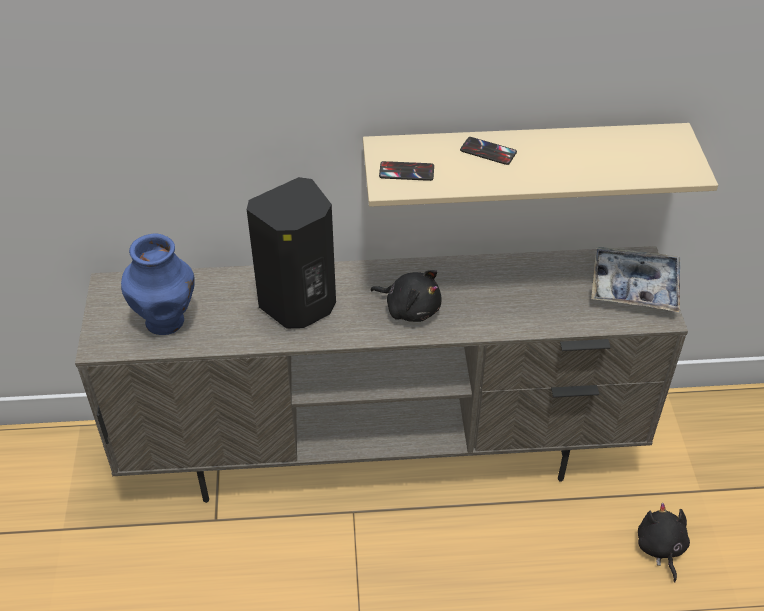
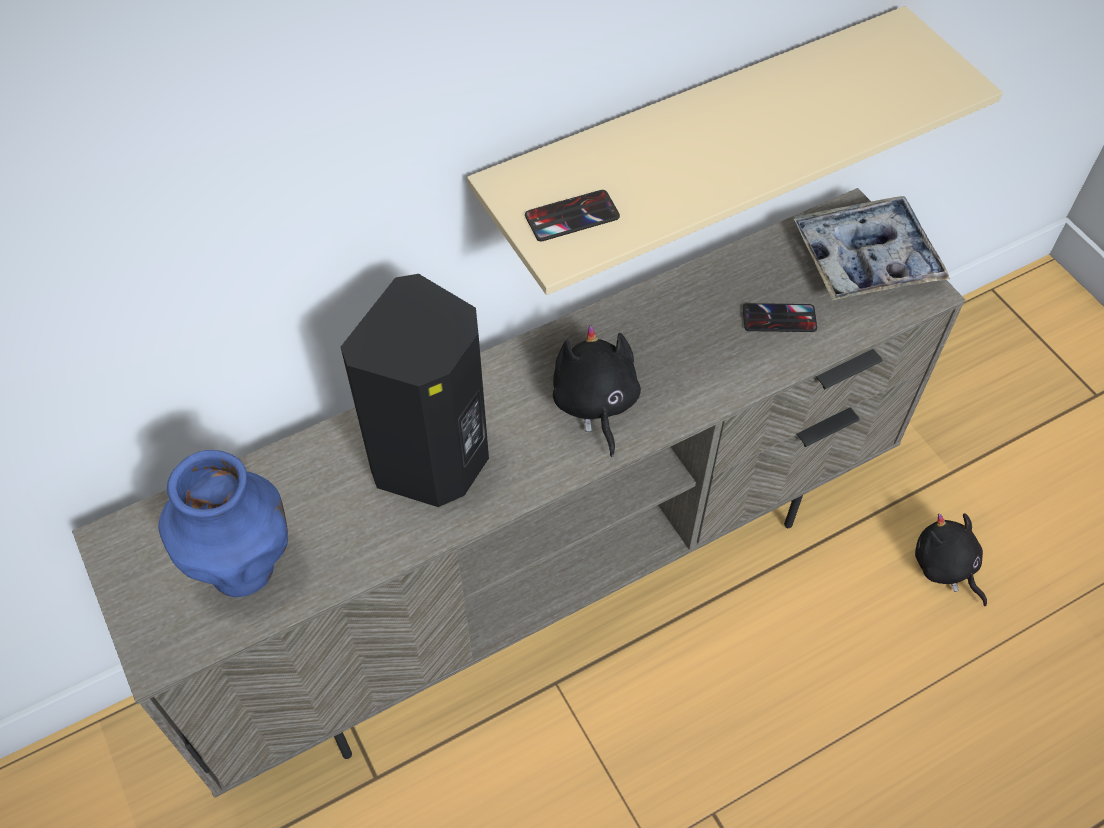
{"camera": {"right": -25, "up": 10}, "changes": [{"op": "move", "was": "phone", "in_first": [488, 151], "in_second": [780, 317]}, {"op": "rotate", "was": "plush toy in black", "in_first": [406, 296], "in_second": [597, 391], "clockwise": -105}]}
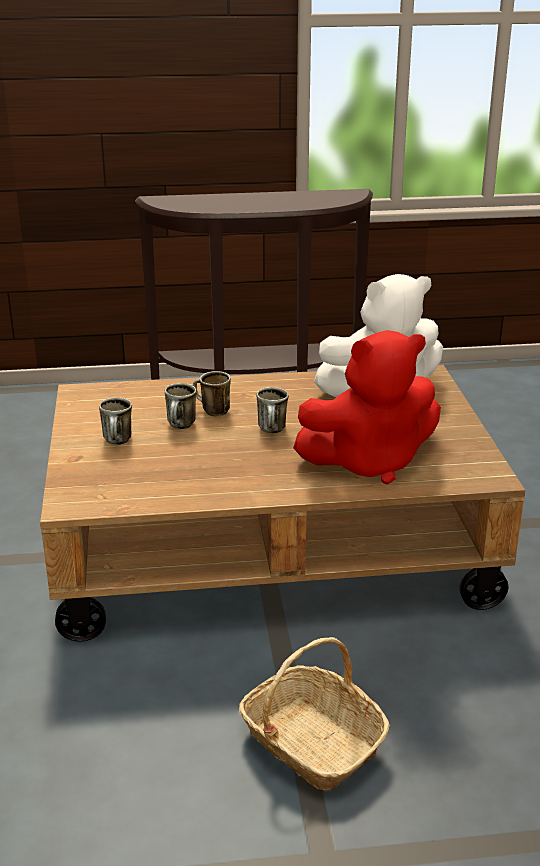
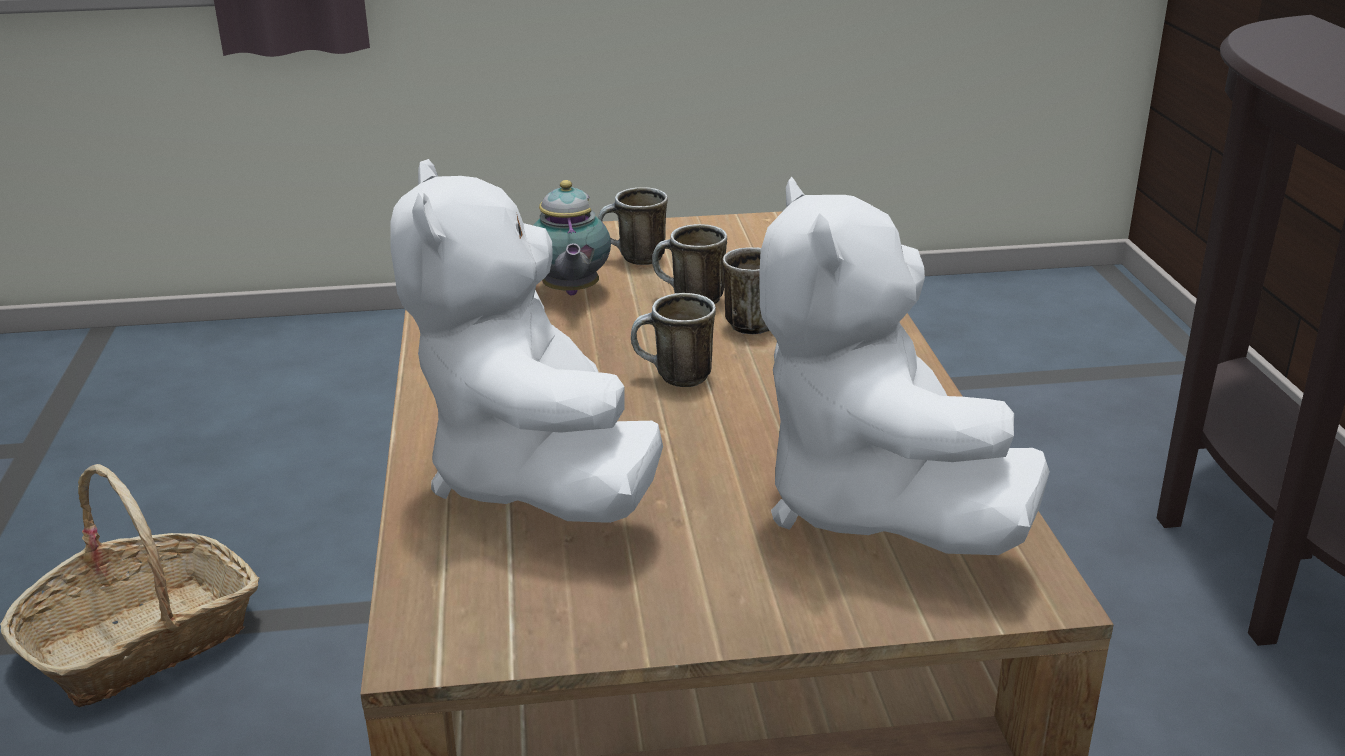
{"camera": {"right": 90, "up": 0}, "changes": [{"op": "insert", "now": "teapot", "in_second": [572, 237]}, {"op": "recolor", "was": "plush toy in red", "now": "plush toy in white", "in_first": [367, 407], "in_second": [526, 341]}]}
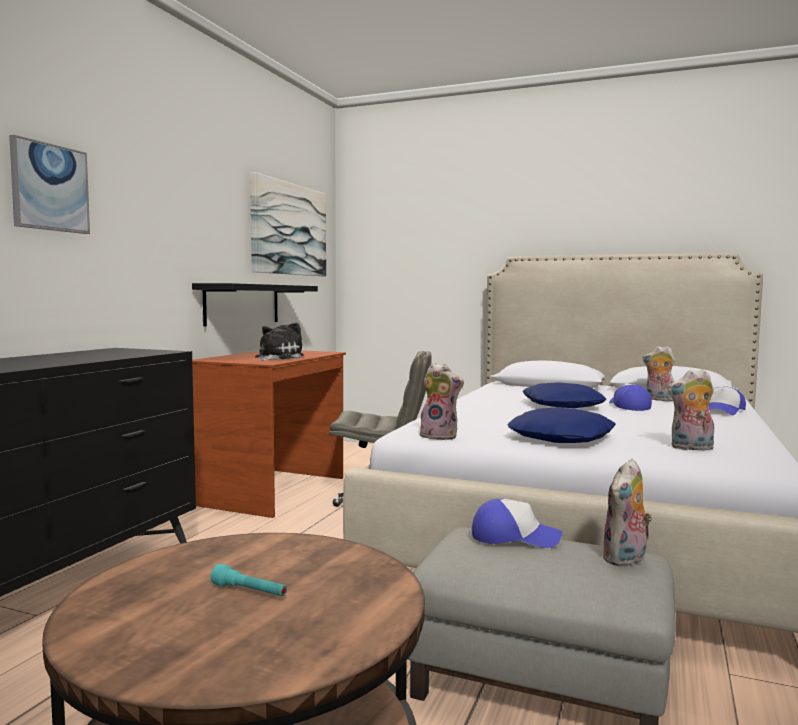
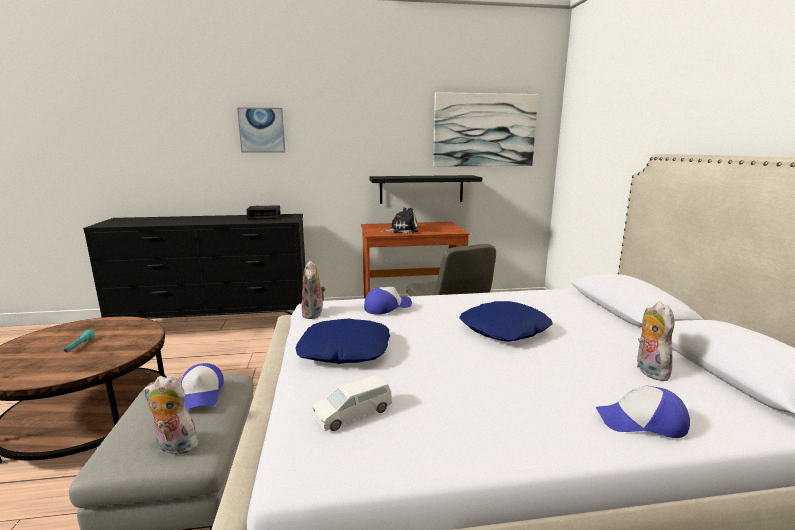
{"camera": {"right": 60, "up": 10}, "changes": [{"op": "insert", "now": "alarm clock", "in_second": [264, 212]}, {"op": "move", "was": "cap", "in_first": [630, 397], "in_second": [388, 301]}, {"op": "replace", "was": "plush toy", "now": "toy car in white", "in_first": [690, 409], "in_second": [352, 403]}]}
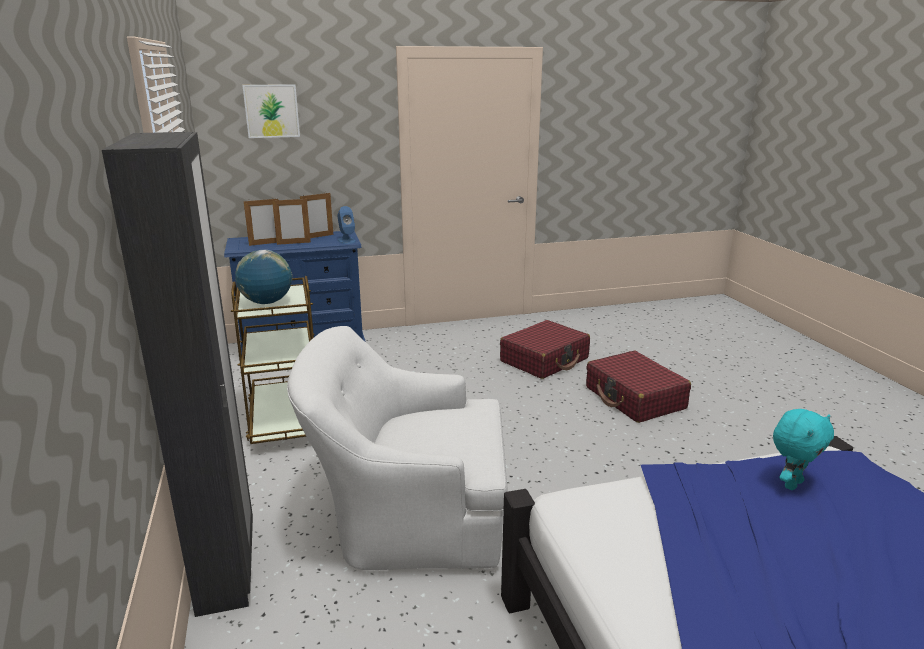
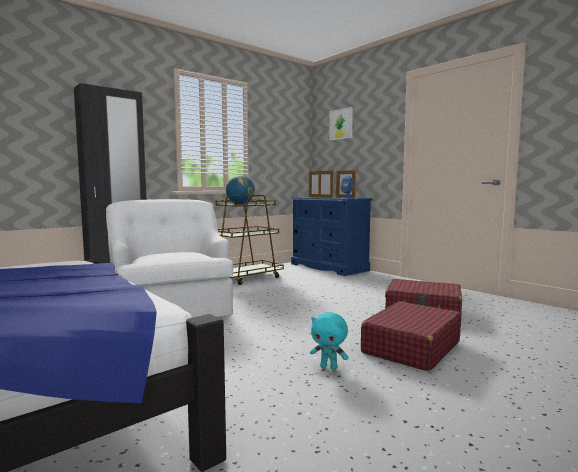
{"camera": {"right": 65, "up": -15}, "changes": [{"op": "move", "was": "plush toy in turquoise", "in_first": [803, 449], "in_second": [329, 341]}]}
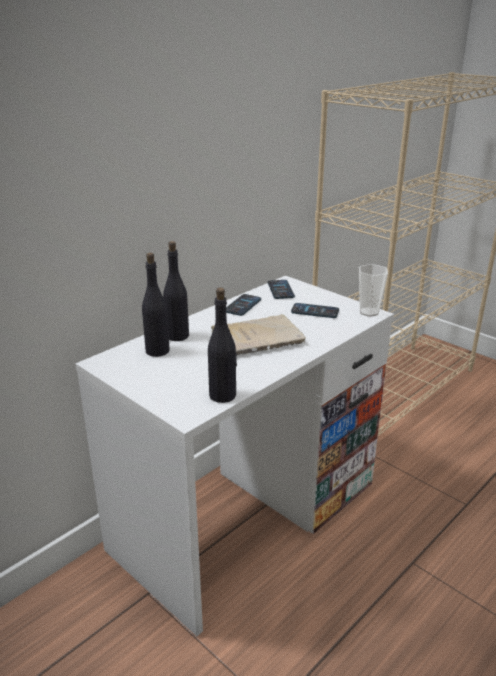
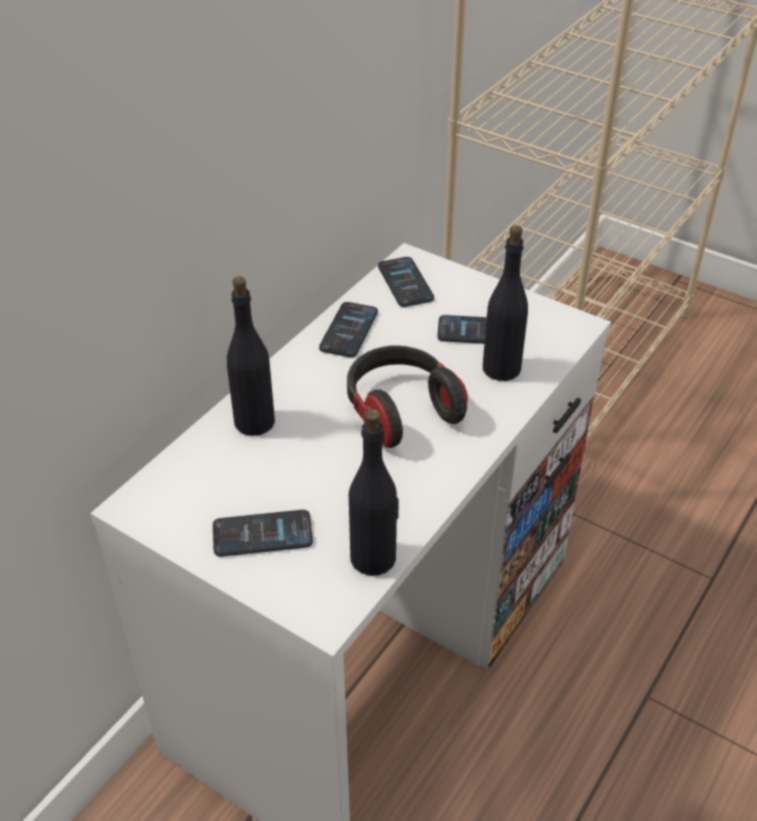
{"camera": {"right": -10, "up": 15}, "changes": [{"op": "delete", "was": "cup", "in_first": [373, 290]}, {"op": "insert", "now": "phone", "in_second": [263, 533]}, {"op": "move", "was": "bottle in black", "in_first": [156, 305], "in_second": [505, 303]}, {"op": "replace", "was": "book in beige", "now": "headphones", "in_first": [258, 335], "in_second": [407, 397]}]}
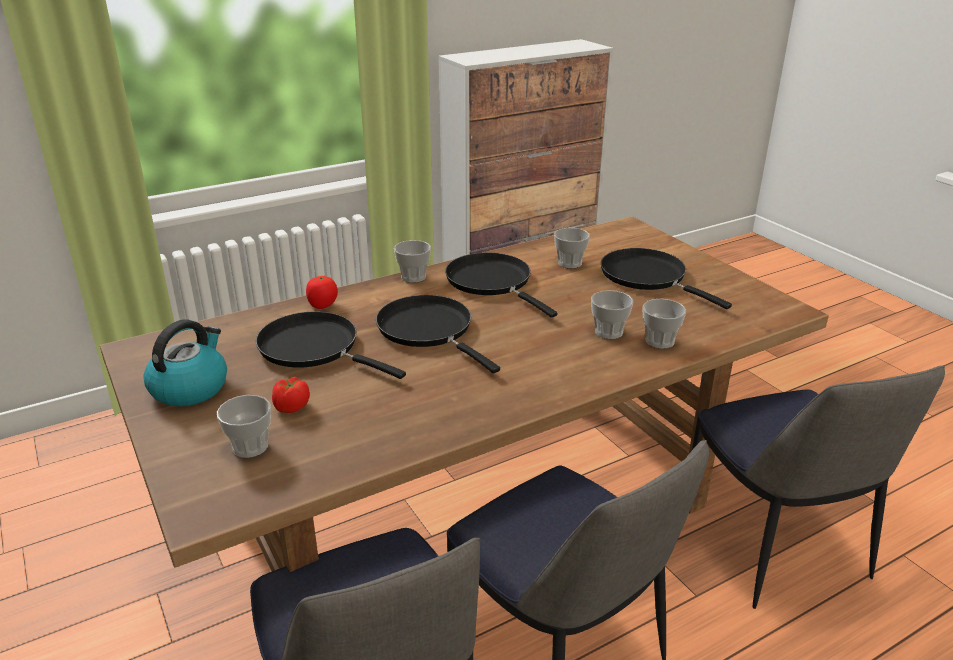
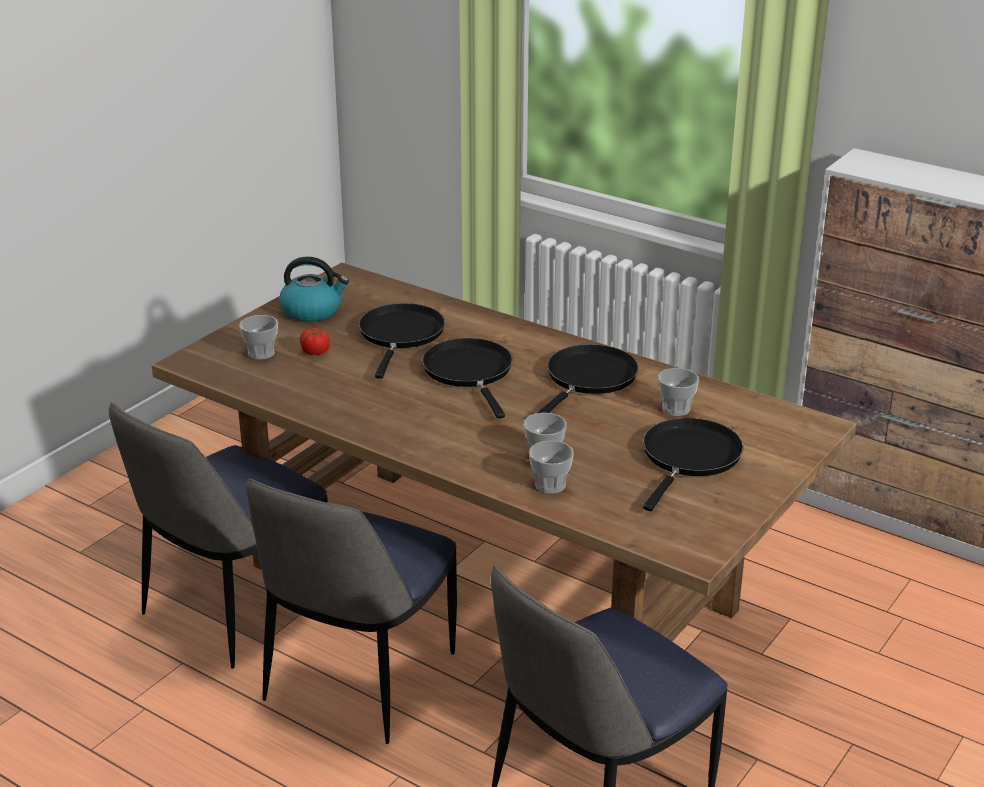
{"camera": {"right": 65, "up": 0}, "changes": [{"op": "delete", "was": "tomato", "in_first": [322, 292]}, {"op": "delete", "was": "cup", "in_first": [412, 261]}, {"op": "rotate", "was": "frying pan in black", "in_first": [438, 334], "in_second": [467, 378], "clockwise": -45}]}
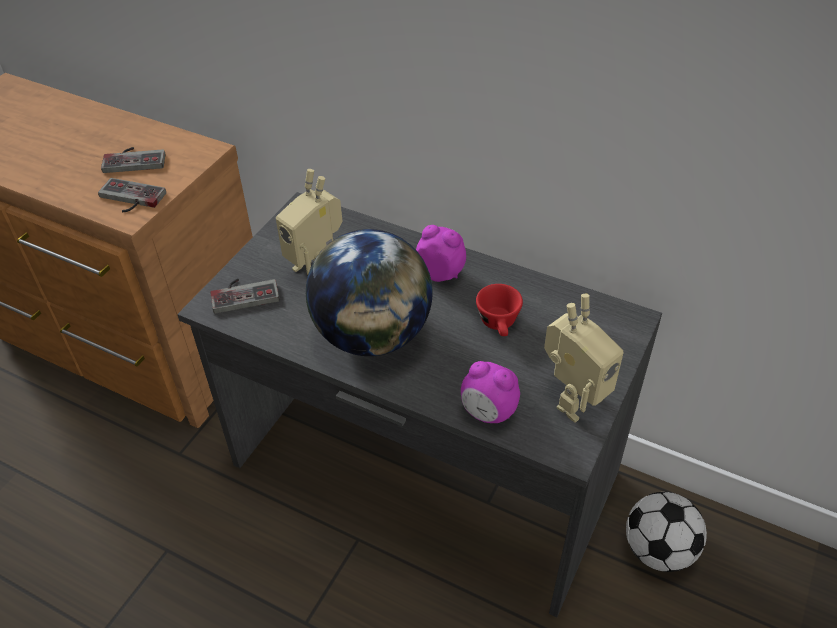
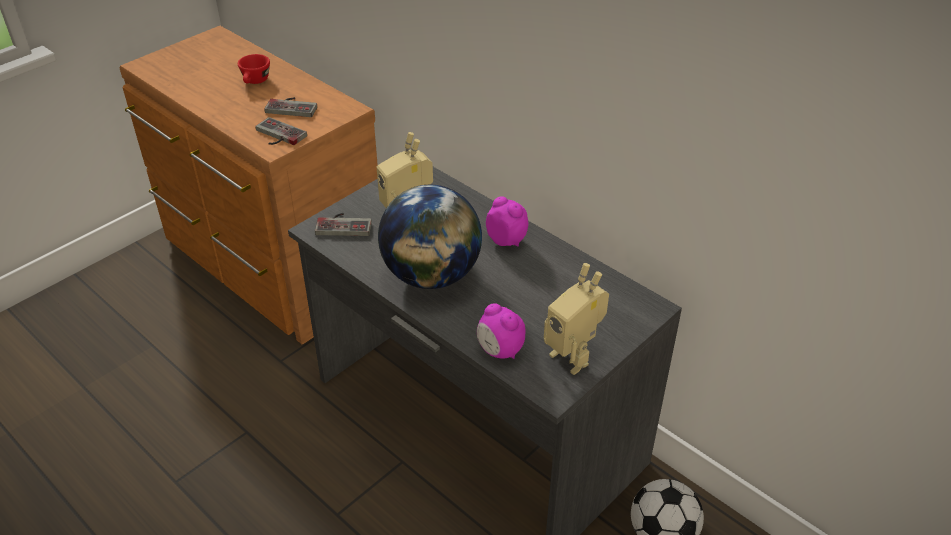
{"camera": {"right": 15, "up": -5}, "changes": [{"op": "move", "was": "cup in red", "in_first": [499, 310], "in_second": [254, 69]}, {"op": "rotate", "was": "toy robot", "in_first": [583, 358], "in_second": [576, 319], "clockwise": 75}]}
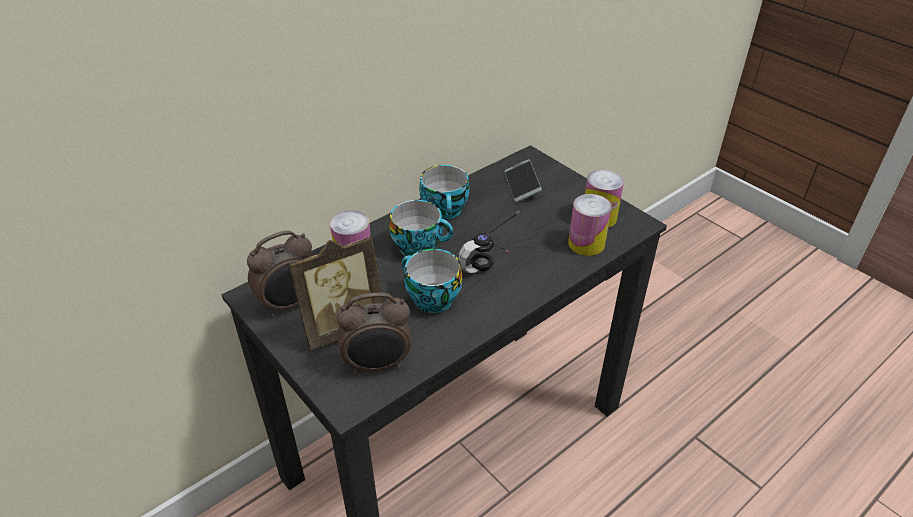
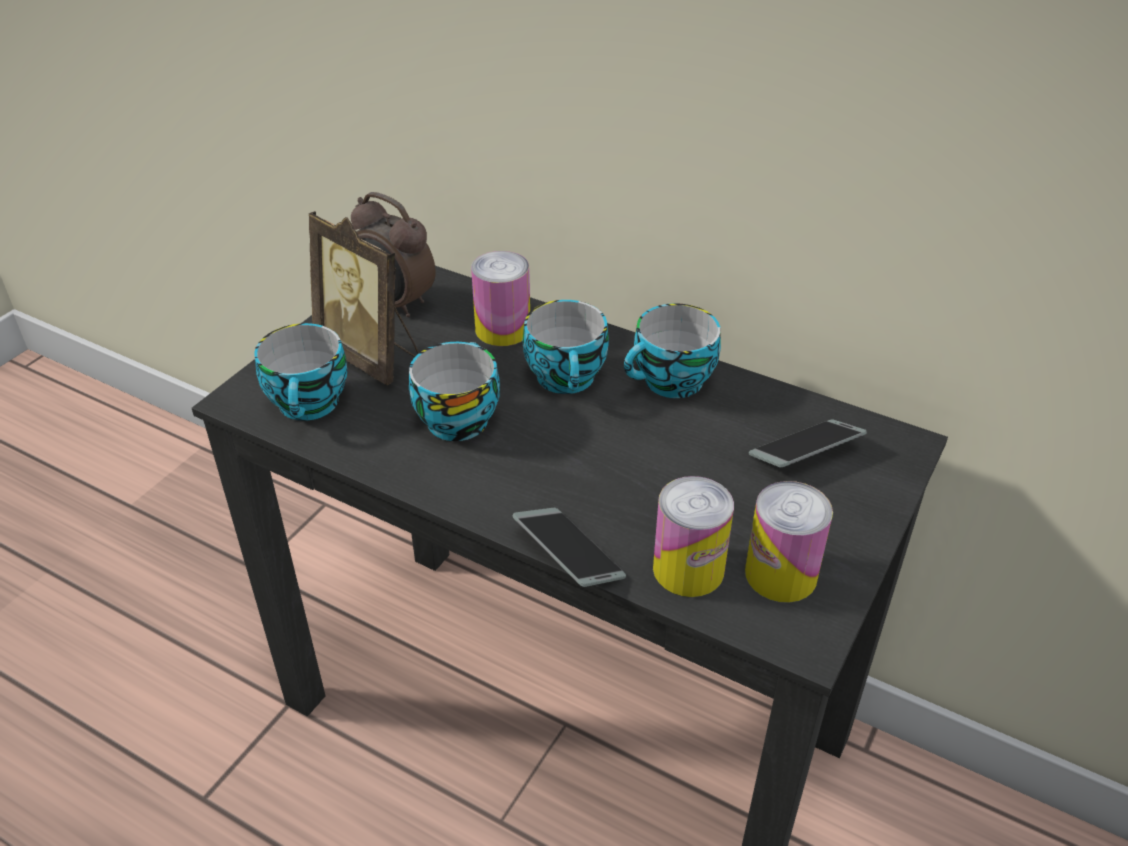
{"camera": {"right": 70, "up": 0}, "changes": [{"op": "delete", "was": "headphones", "in_first": [489, 242]}, {"op": "insert", "now": "phone", "in_second": [569, 547]}, {"op": "replace", "was": "alarm clock", "now": "cup", "in_first": [374, 333], "in_second": [301, 372]}]}
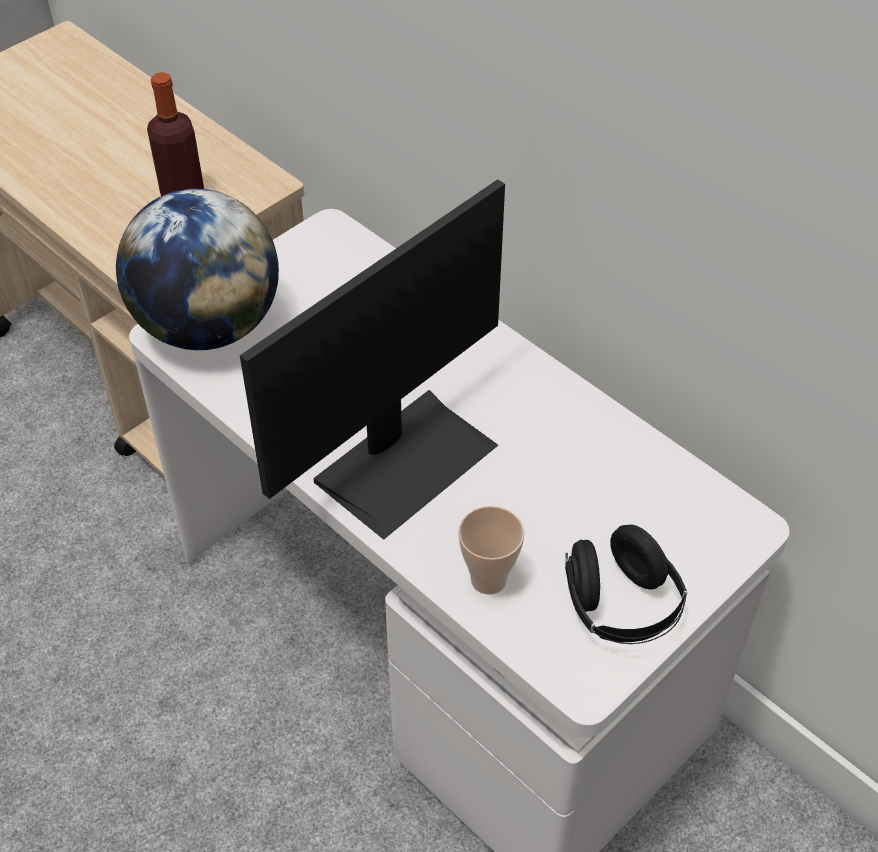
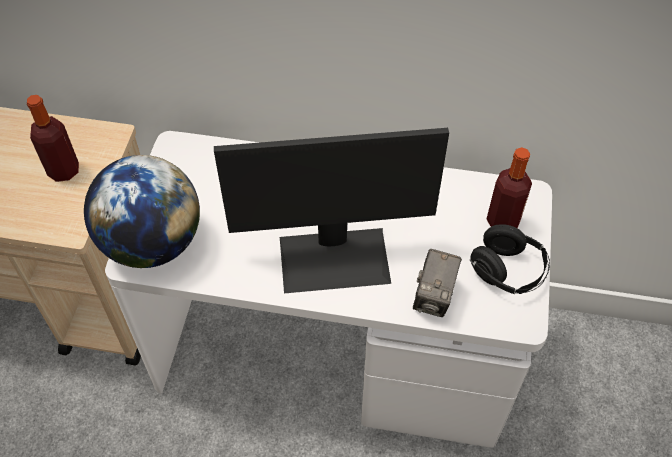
{"camera": {"right": -35, "up": 5}, "changes": [{"op": "insert", "now": "bottle", "in_second": [509, 187]}, {"op": "replace", "was": "cup", "now": "photo camera", "in_first": [491, 550], "in_second": [437, 283]}, {"op": "rotate", "was": "monitor", "in_first": [372, 359], "in_second": [331, 210], "clockwise": 75}]}
